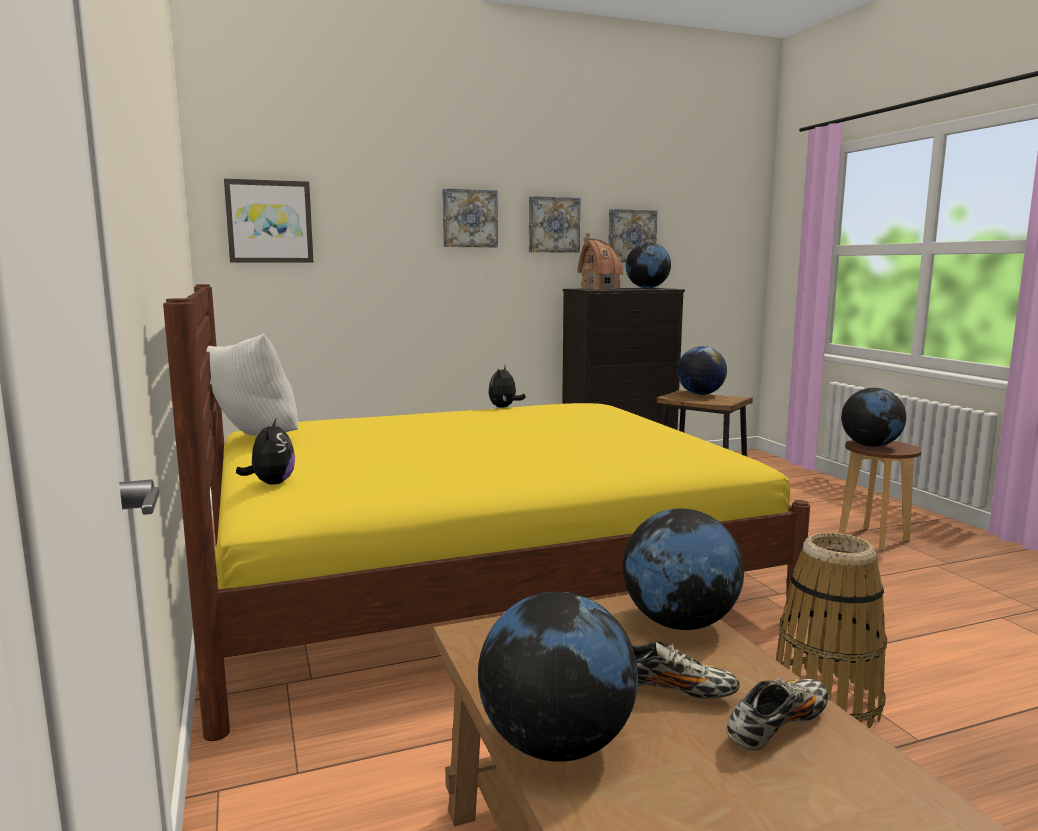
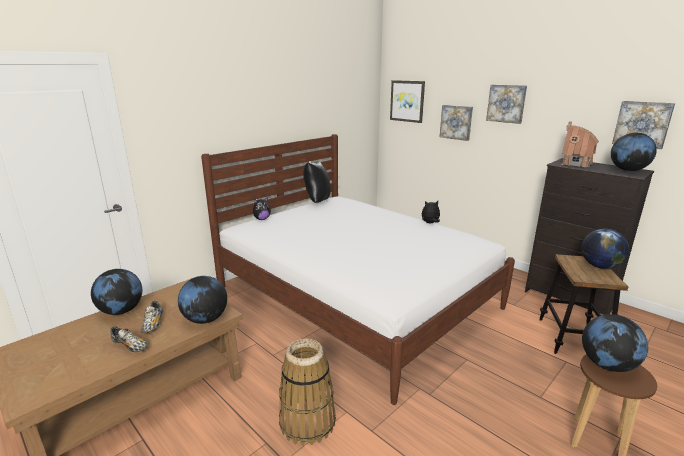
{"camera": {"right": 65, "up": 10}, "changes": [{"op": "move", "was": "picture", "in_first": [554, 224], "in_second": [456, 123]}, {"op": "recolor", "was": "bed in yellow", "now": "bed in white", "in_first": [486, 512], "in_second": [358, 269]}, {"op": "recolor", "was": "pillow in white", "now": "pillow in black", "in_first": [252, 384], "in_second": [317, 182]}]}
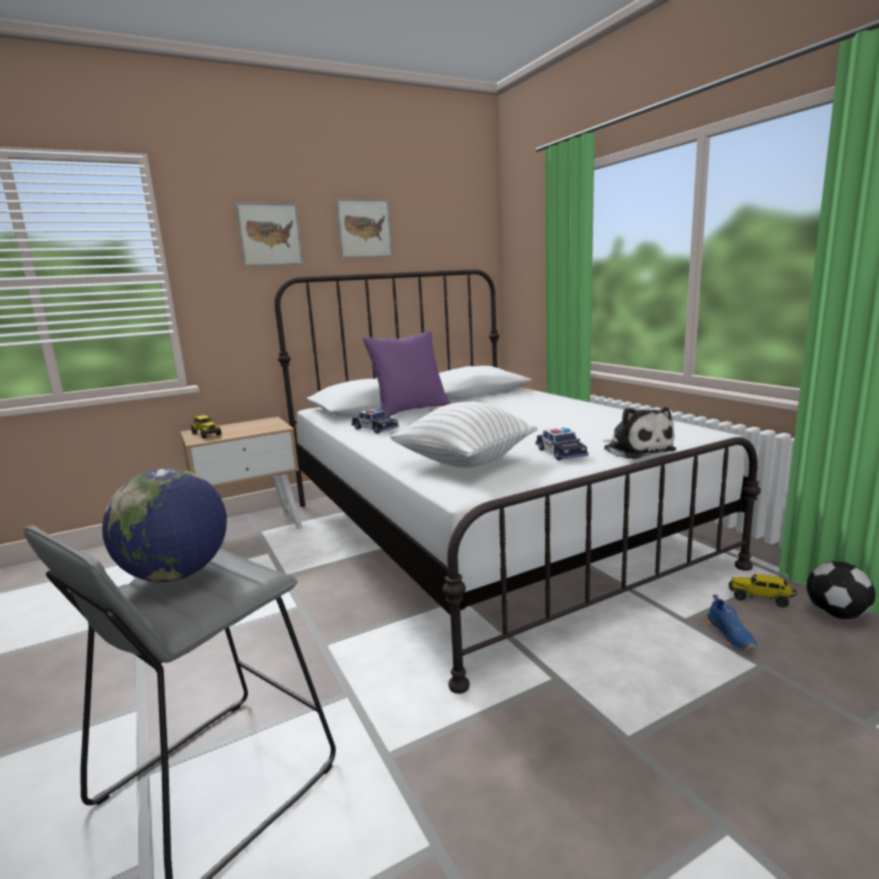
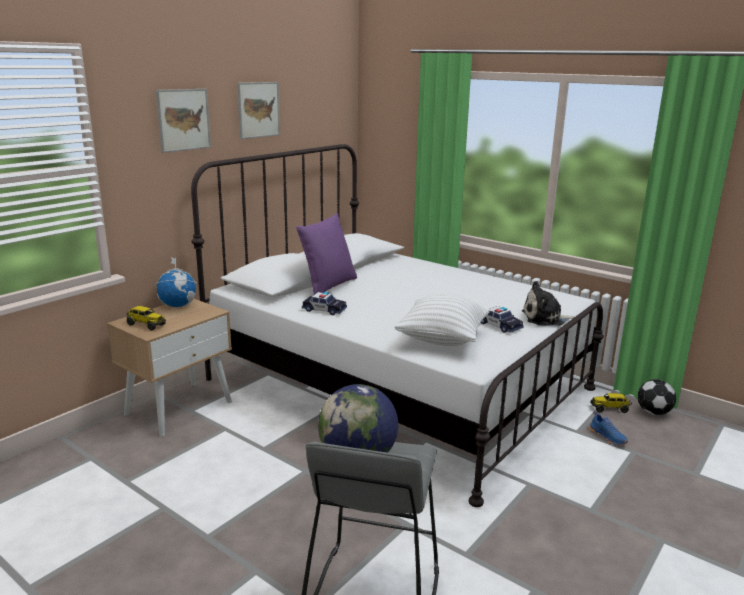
{"camera": {"right": -25, "up": 5}, "changes": [{"op": "insert", "now": "globe", "in_second": [176, 282]}, {"op": "rotate", "was": "plush toy", "in_first": [639, 433], "in_second": [548, 303], "clockwise": 135}]}
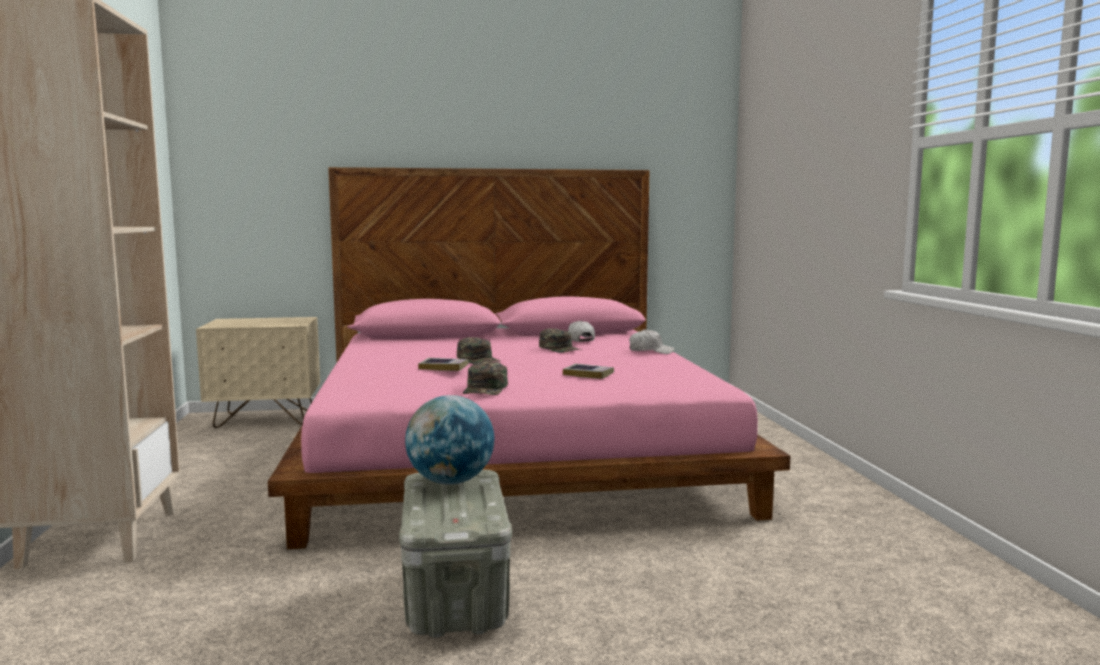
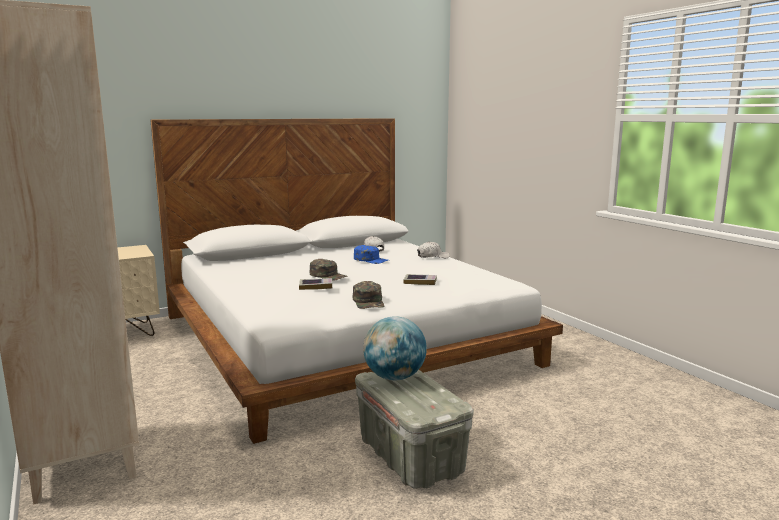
{"camera": {"right": -20, "up": 5}, "changes": [{"op": "recolor", "was": "bed in pink", "now": "bed in white", "in_first": [529, 358], "in_second": [356, 281]}, {"op": "recolor", "was": "cap in green", "now": "cap in blue", "in_first": [560, 340], "in_second": [371, 254]}]}
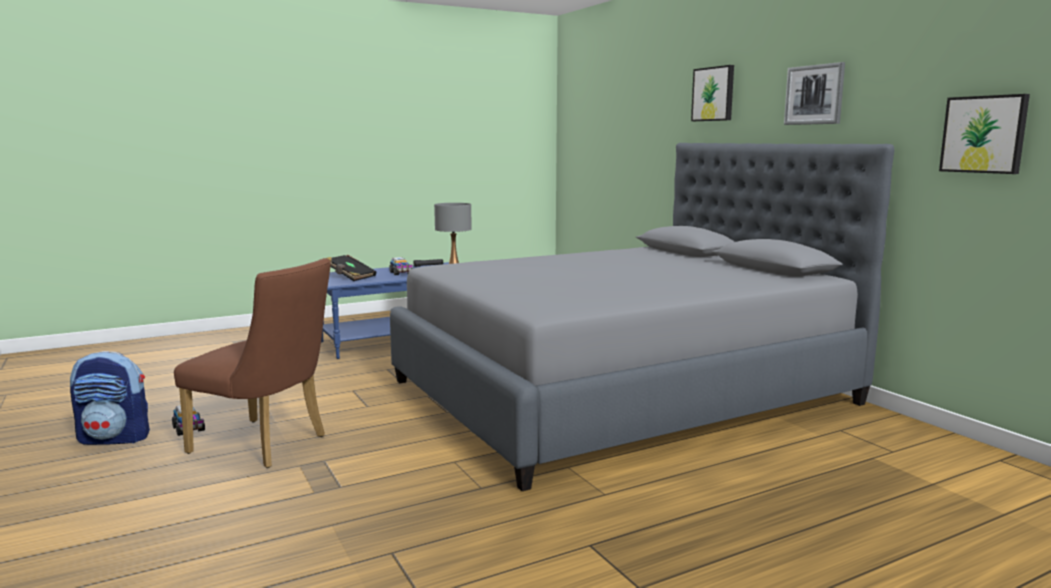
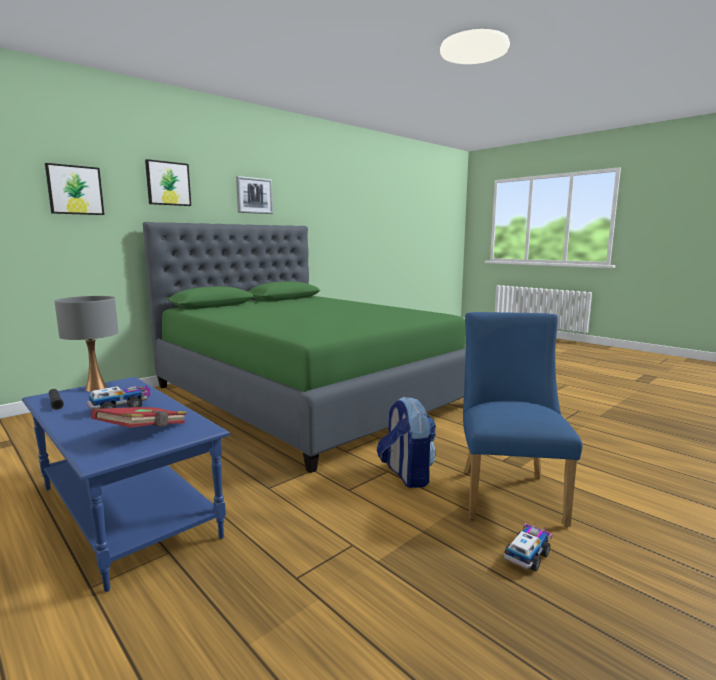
{"camera": {"right": -105, "up": 0}, "changes": [{"op": "move", "was": "backpack", "in_first": [110, 398], "in_second": [406, 442]}, {"op": "move", "was": "picture", "in_first": [984, 134], "in_second": [74, 189]}, {"op": "recolor", "was": "chair in brown", "now": "chair in blue", "in_first": [252, 363], "in_second": [522, 419]}, {"op": "recolor", "was": "book in black", "now": "book in red", "in_first": [351, 268], "in_second": [139, 417]}, {"op": "recolor", "was": "bed in grey", "now": "bed in green", "in_first": [642, 317], "in_second": [304, 347]}]}
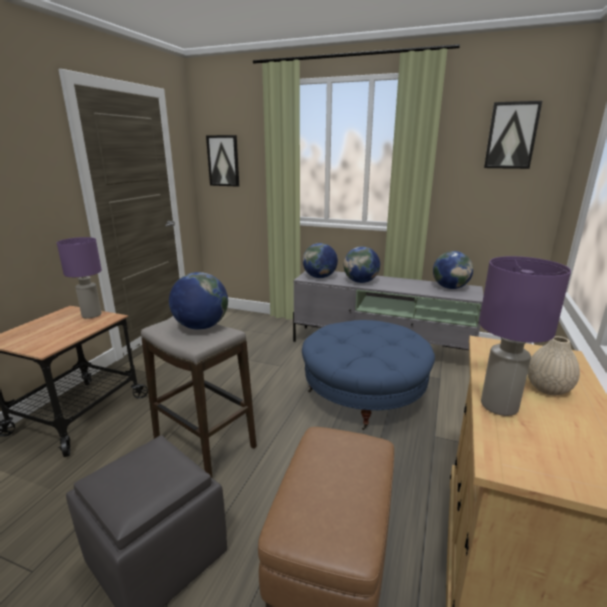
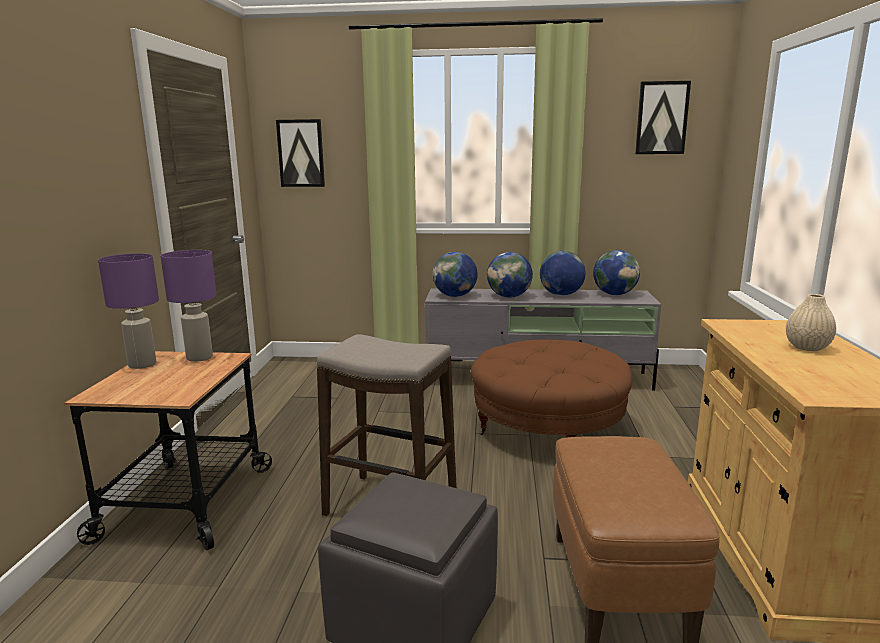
{"camera": {"right": -15, "up": -5}, "changes": [{"op": "move", "was": "globe", "in_first": [198, 301], "in_second": [563, 273]}, {"op": "move", "was": "table lamp in purple", "in_first": [525, 336], "in_second": [128, 311]}, {"op": "recolor", "was": "ottoman in blue", "now": "ottoman in brown", "in_first": [368, 375], "in_second": [551, 389]}]}
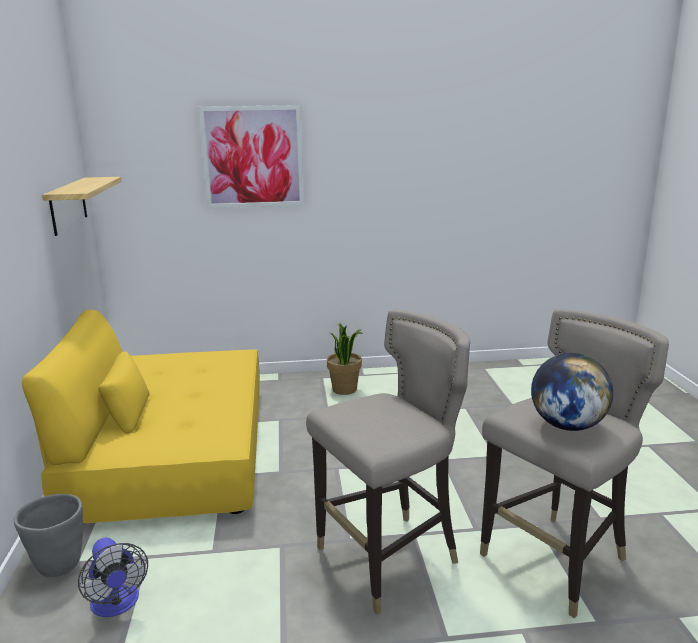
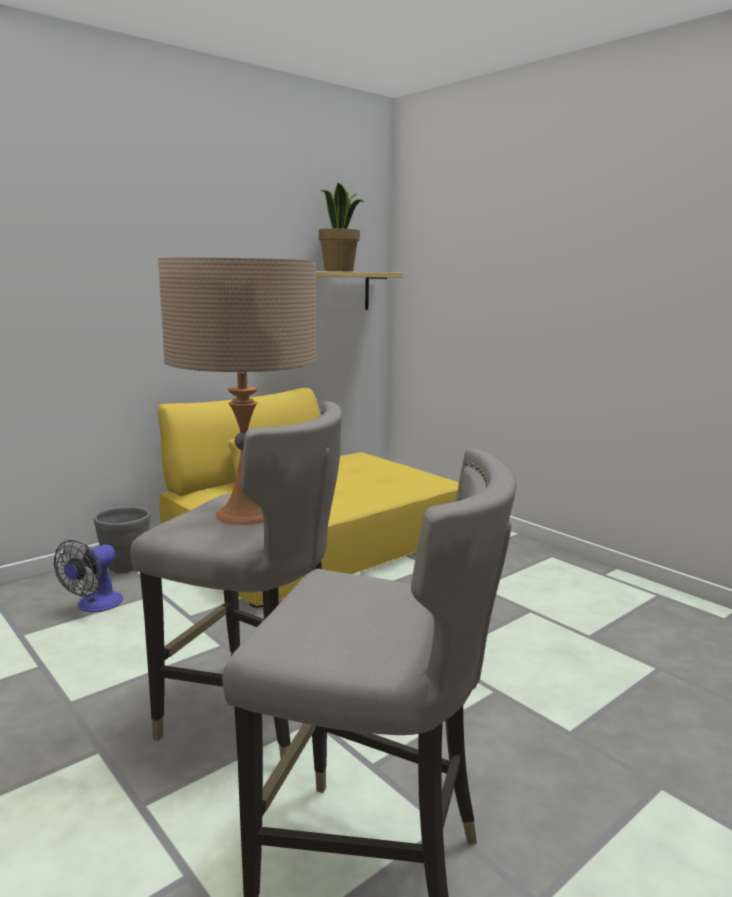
{"camera": {"right": 55, "up": -5}, "changes": [{"op": "delete", "was": "picture", "in_first": [251, 156]}, {"op": "delete", "was": "globe", "in_first": [572, 392]}, {"op": "insert", "now": "table lamp in beige", "in_second": [237, 391]}, {"op": "move", "was": "potted plant", "in_first": [345, 359], "in_second": [341, 227]}]}
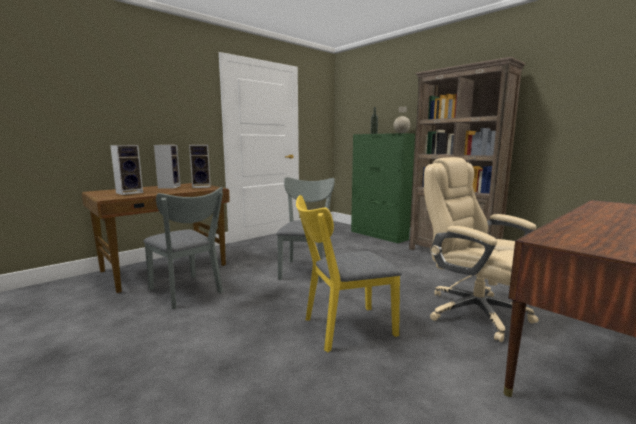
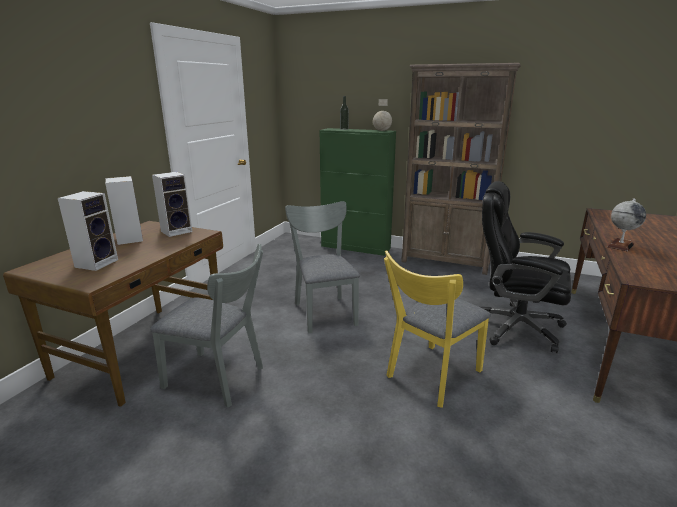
{"camera": {"right": -25, "up": 10}, "changes": [{"op": "insert", "now": "globe", "in_second": [626, 225]}, {"op": "recolor", "was": "office chair in beige", "now": "office chair in black", "in_first": [481, 249], "in_second": [525, 267]}]}
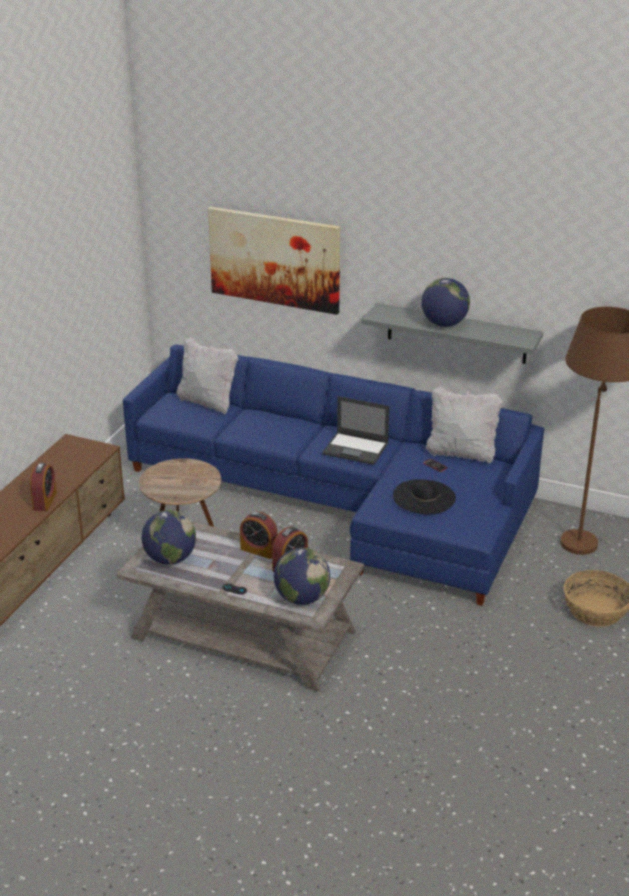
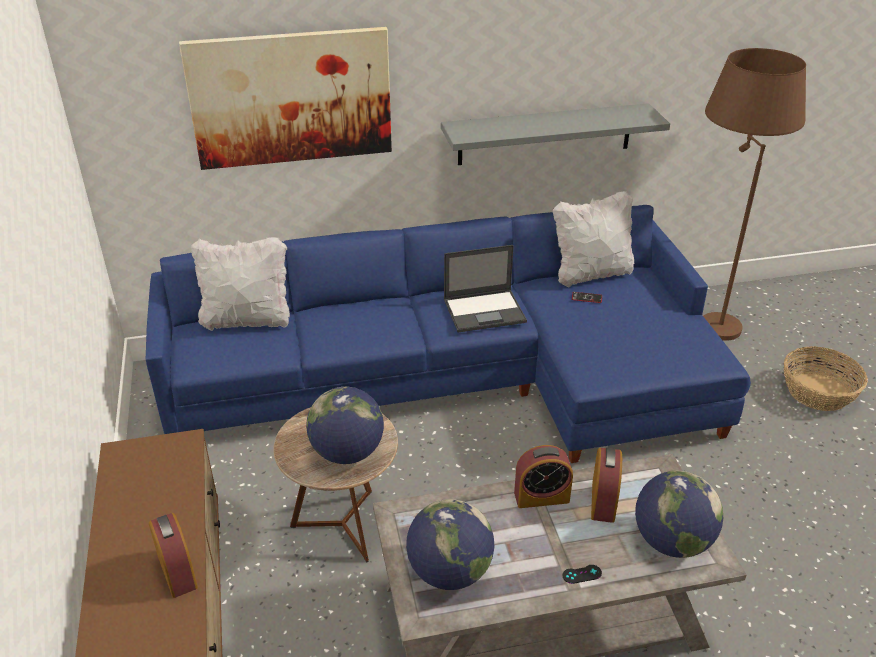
{"camera": {"right": -35, "up": 5}, "changes": [{"op": "delete", "was": "hat in black", "in_first": [424, 496]}, {"op": "move", "was": "globe", "in_first": [445, 302], "in_second": [345, 425]}]}
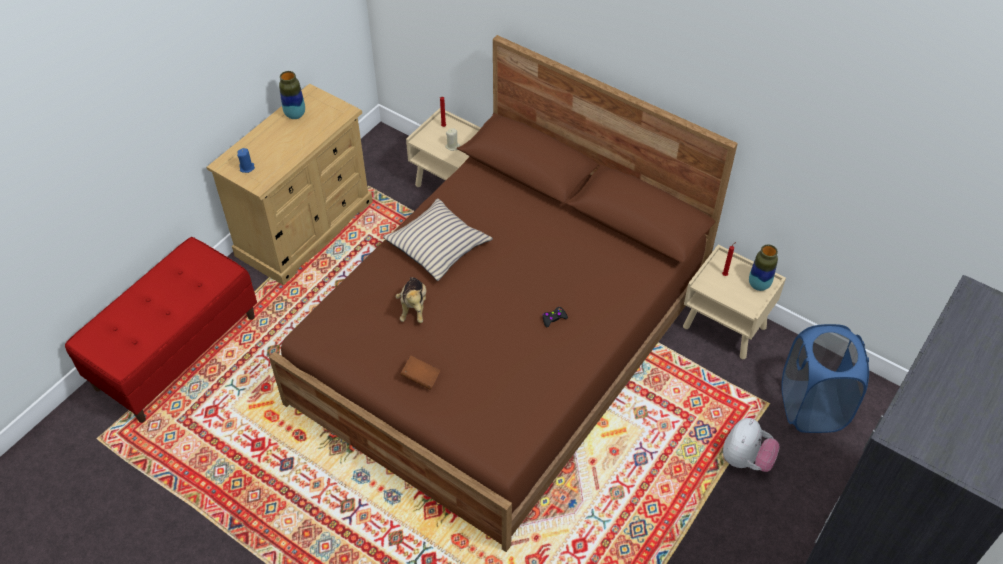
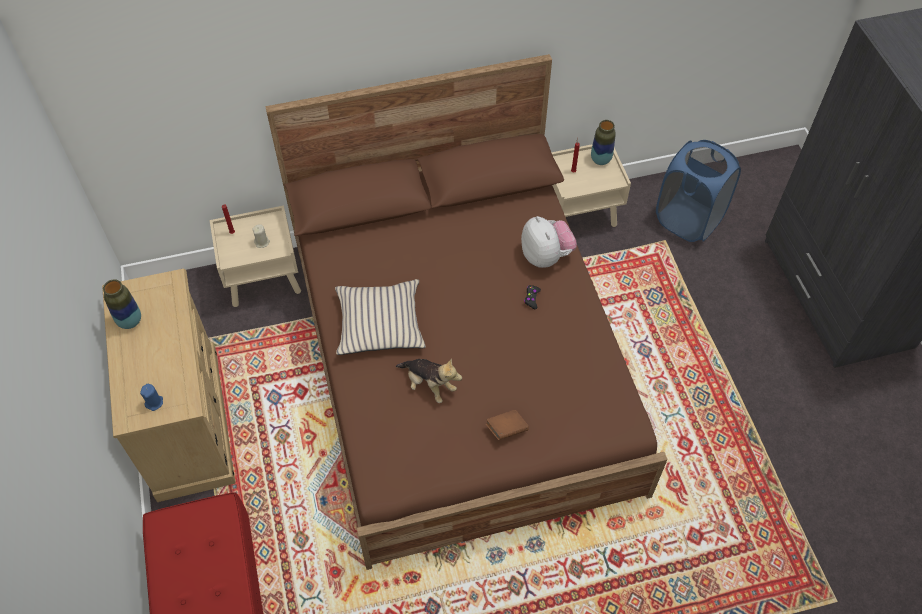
{"camera": {"right": -50, "up": 5}, "changes": [{"op": "move", "was": "plush toy", "in_first": [751, 445], "in_second": [549, 242]}]}
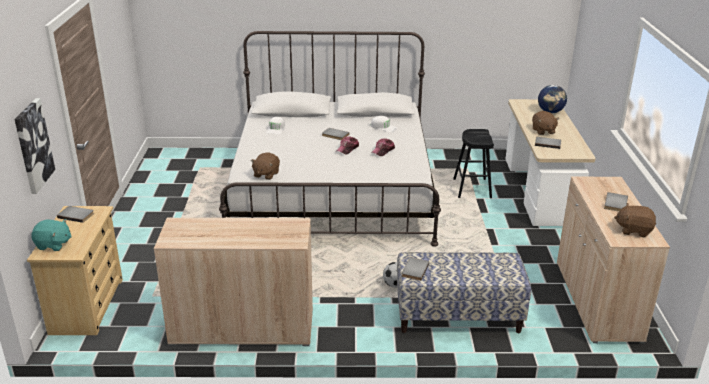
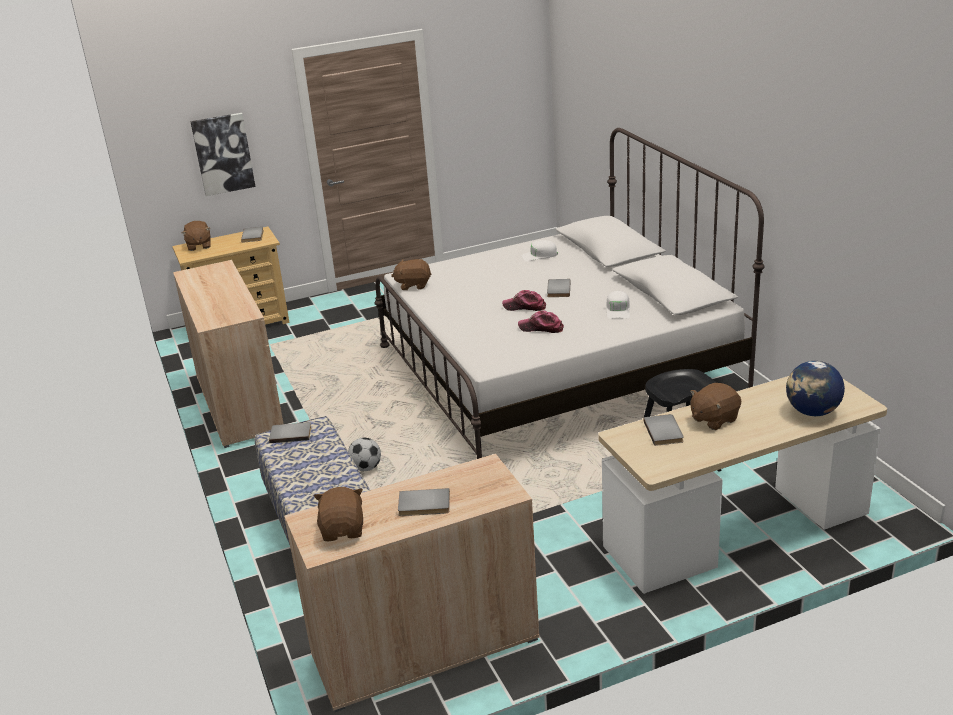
{"camera": {"right": 70, "up": 0}, "changes": [{"op": "recolor", "was": "plush toy in turquoise", "now": "plush toy in brown", "in_first": [51, 235], "in_second": [196, 236]}]}
